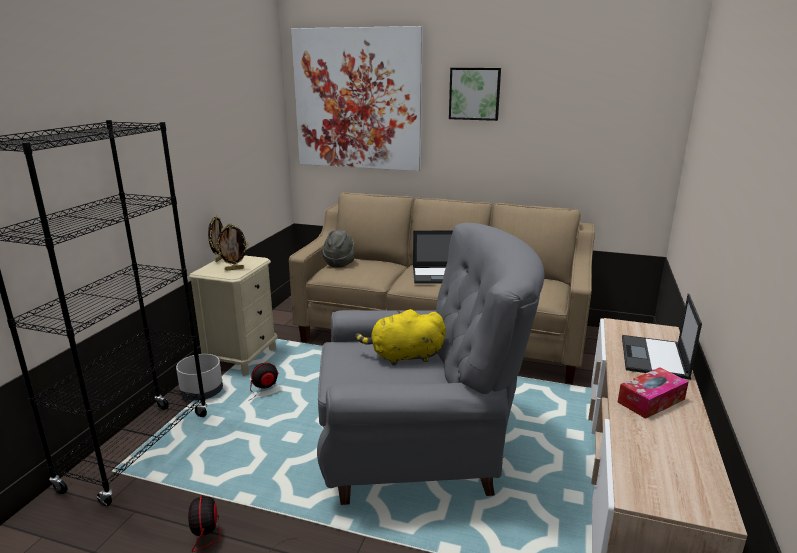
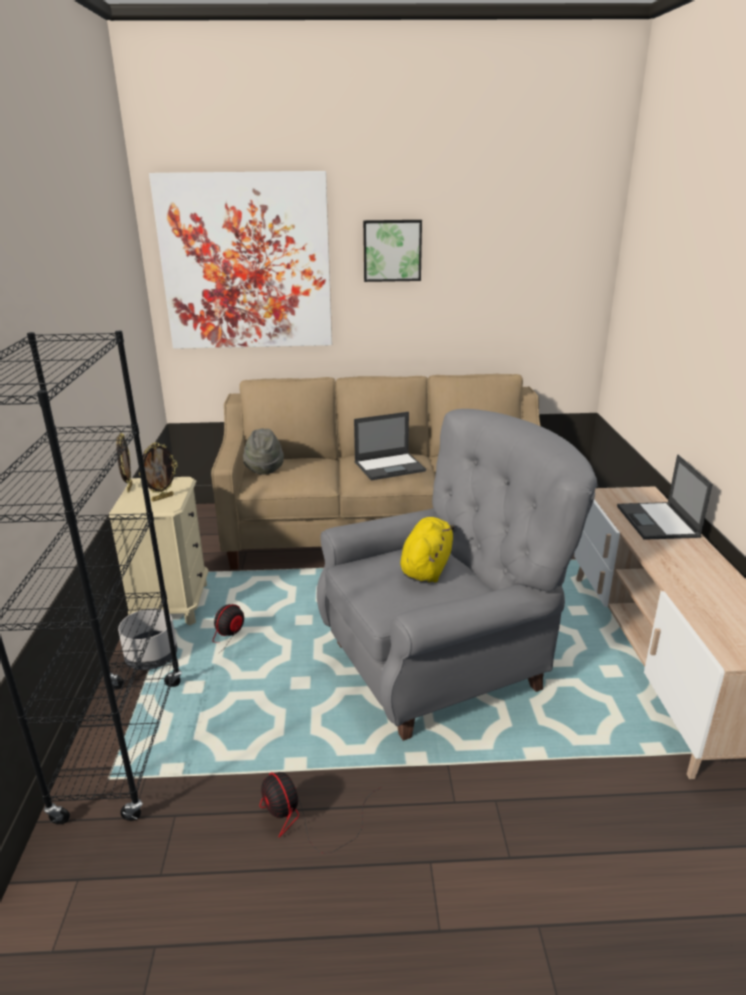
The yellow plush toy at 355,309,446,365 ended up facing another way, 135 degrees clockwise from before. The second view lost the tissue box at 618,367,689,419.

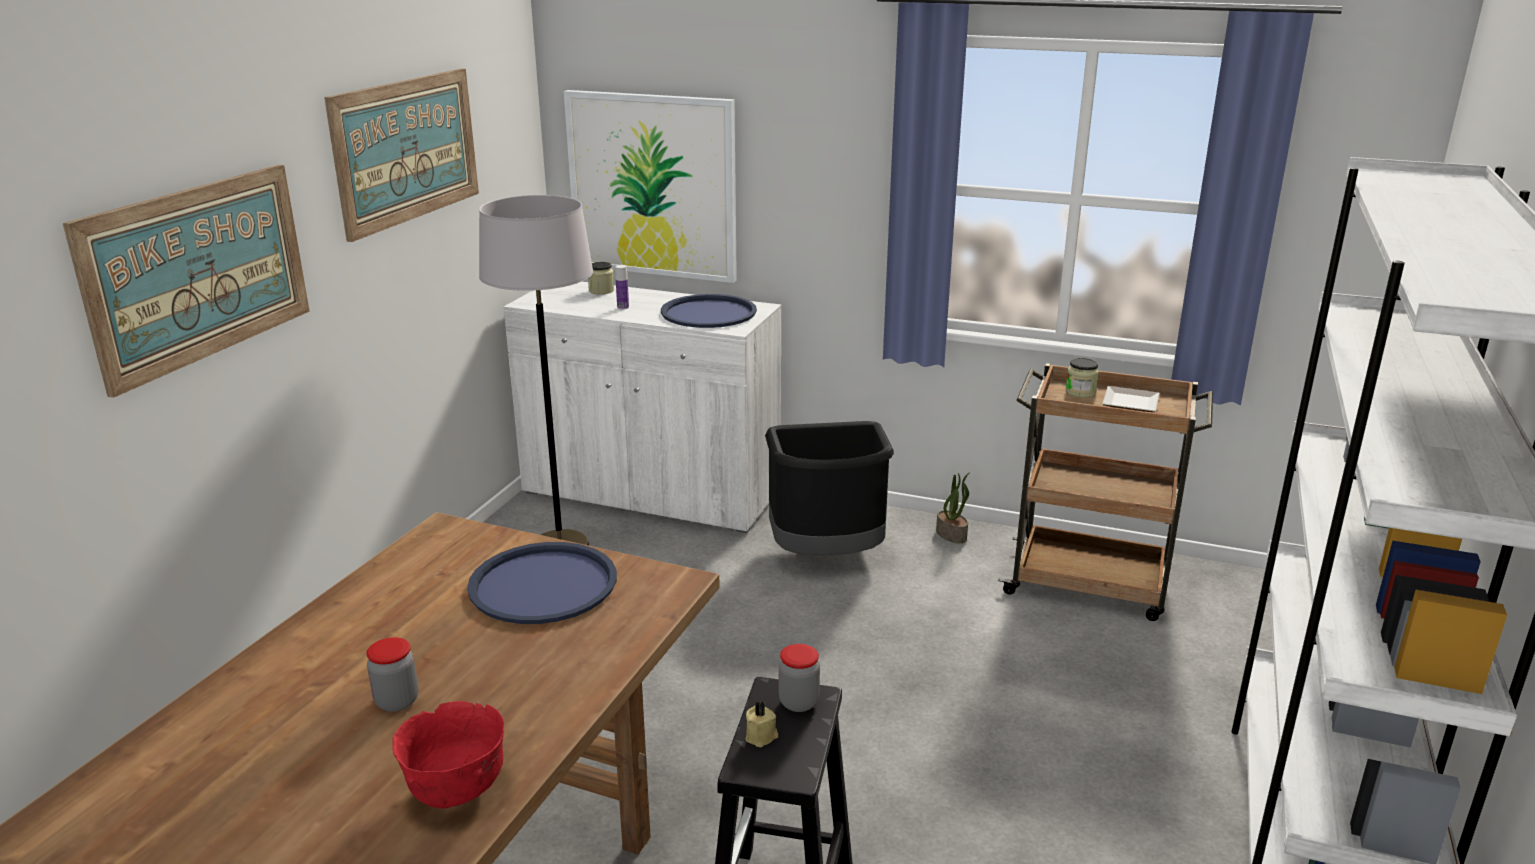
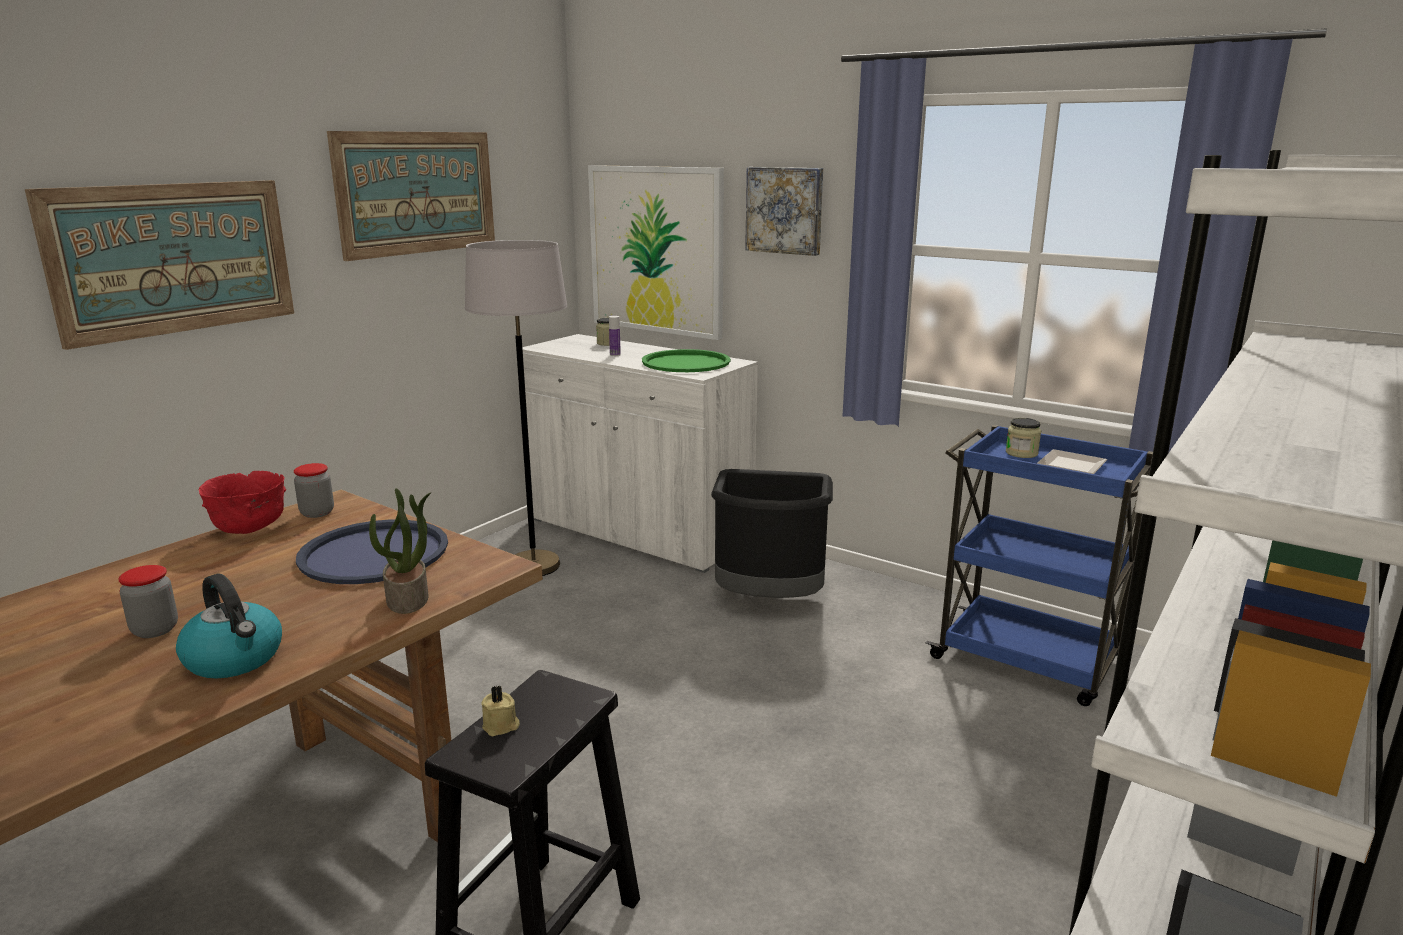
The red bowl ended up elsewhere, having gone from 392,701,504,809 to 198,471,286,534. What was the blue tray at 661,294,757,328 turned into the green tray at 642,349,731,372. The jar ended up elsewhere, having gone from 779,644,820,712 to 294,463,334,518. The potted plant ended up elsewhere, having gone from 936,472,970,543 to 369,488,431,614. What was the brown cart at 998,363,1213,621 turned into the blue cart at 926,425,1153,706. The second view gained the kettle at 176,573,282,678. The second view gained the picture at 745,167,823,256.

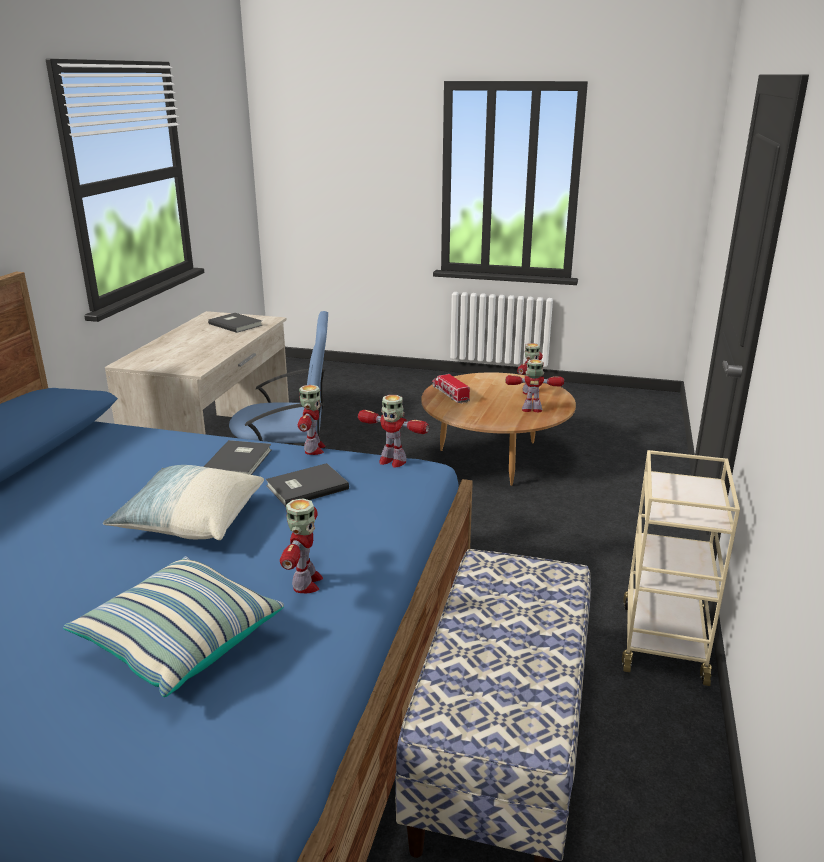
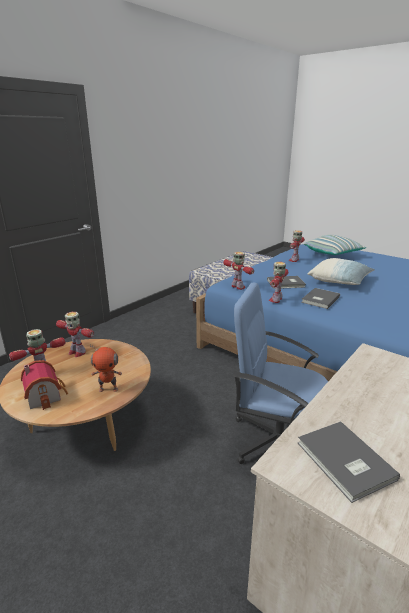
Where the toy truck stood at 432,373,470,404, the toy robot came to stand at 90,344,122,392. The second view lost the beige cart at 622,450,740,686. The second view gained the toy house at 21,360,68,410.

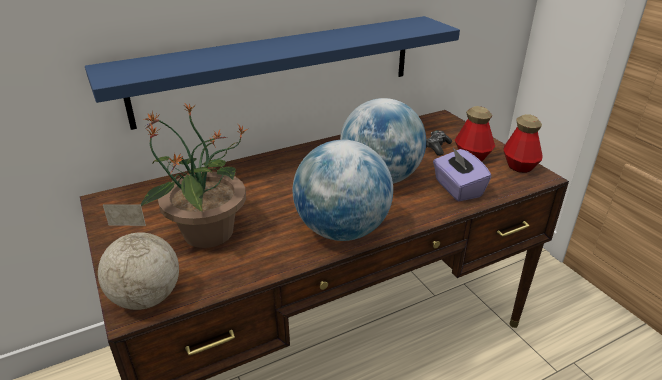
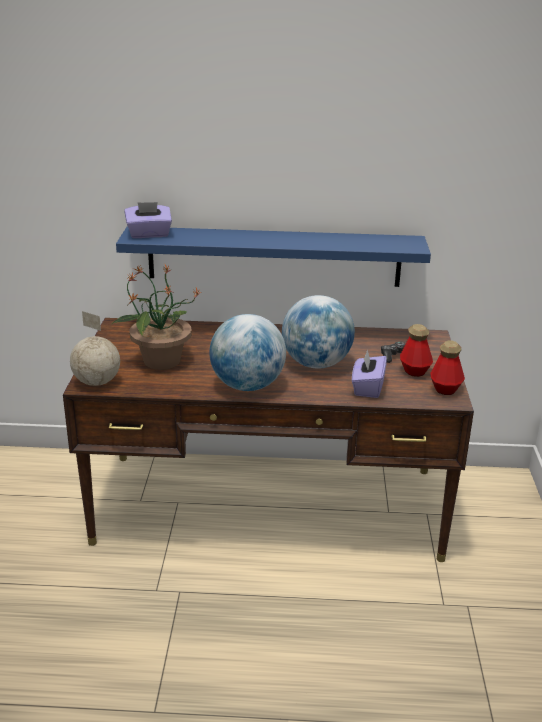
The second view gained the purple tissue box at 124,202,172,238.

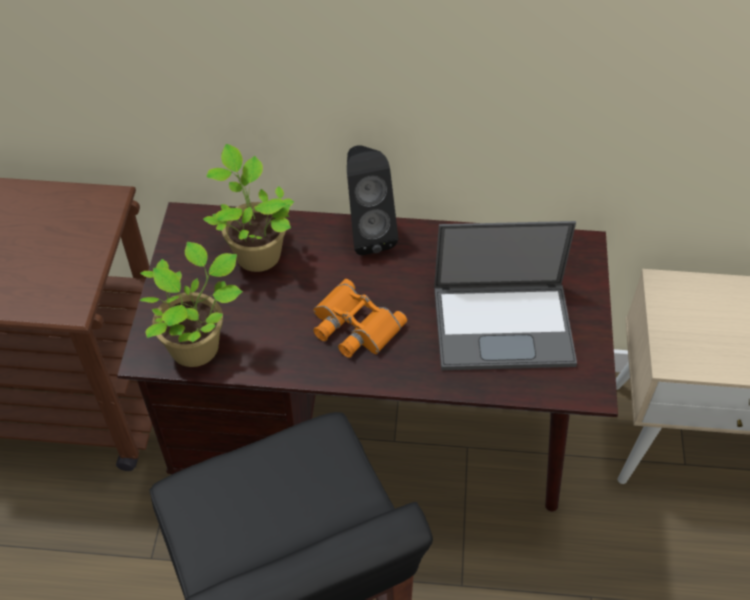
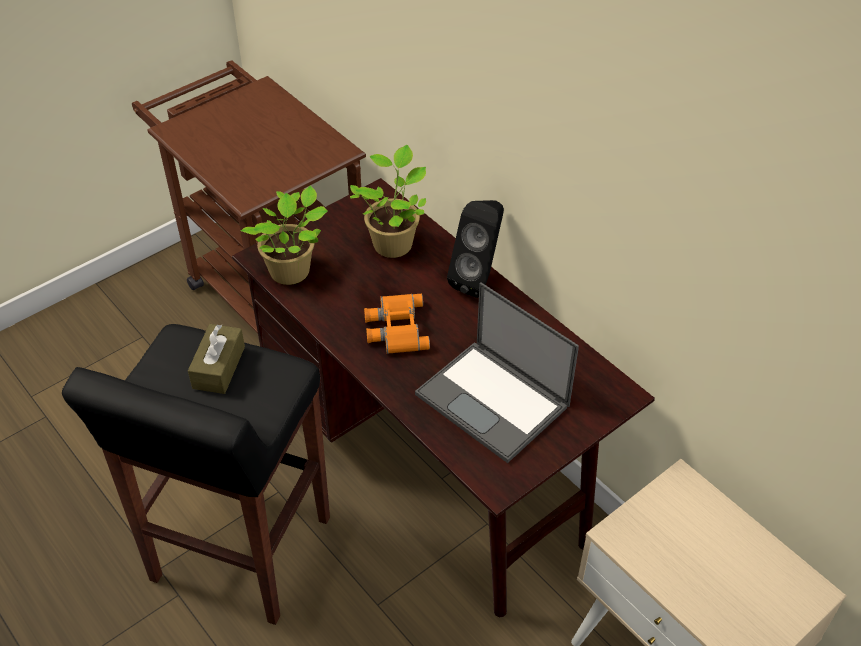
The second view gained the brown tissue box at 188,324,245,394.

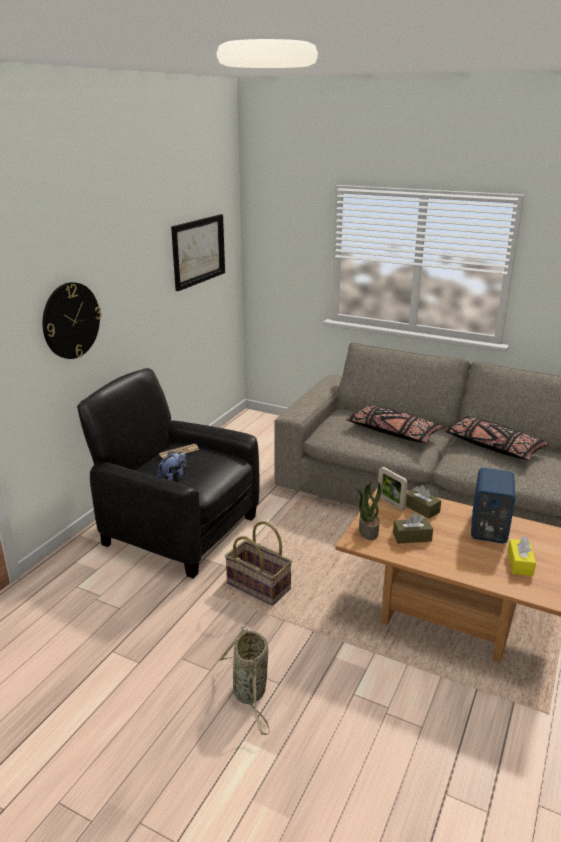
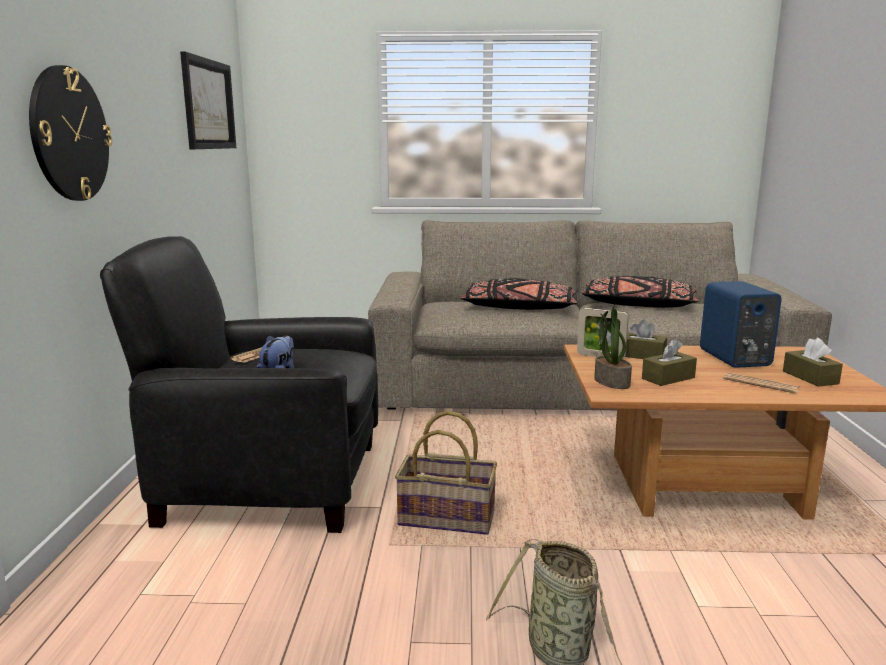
What was the yellow tissue box at 508,536,536,576 turned into the brown tissue box at 783,338,843,387. The second view gained the newspaper at 723,372,800,393.

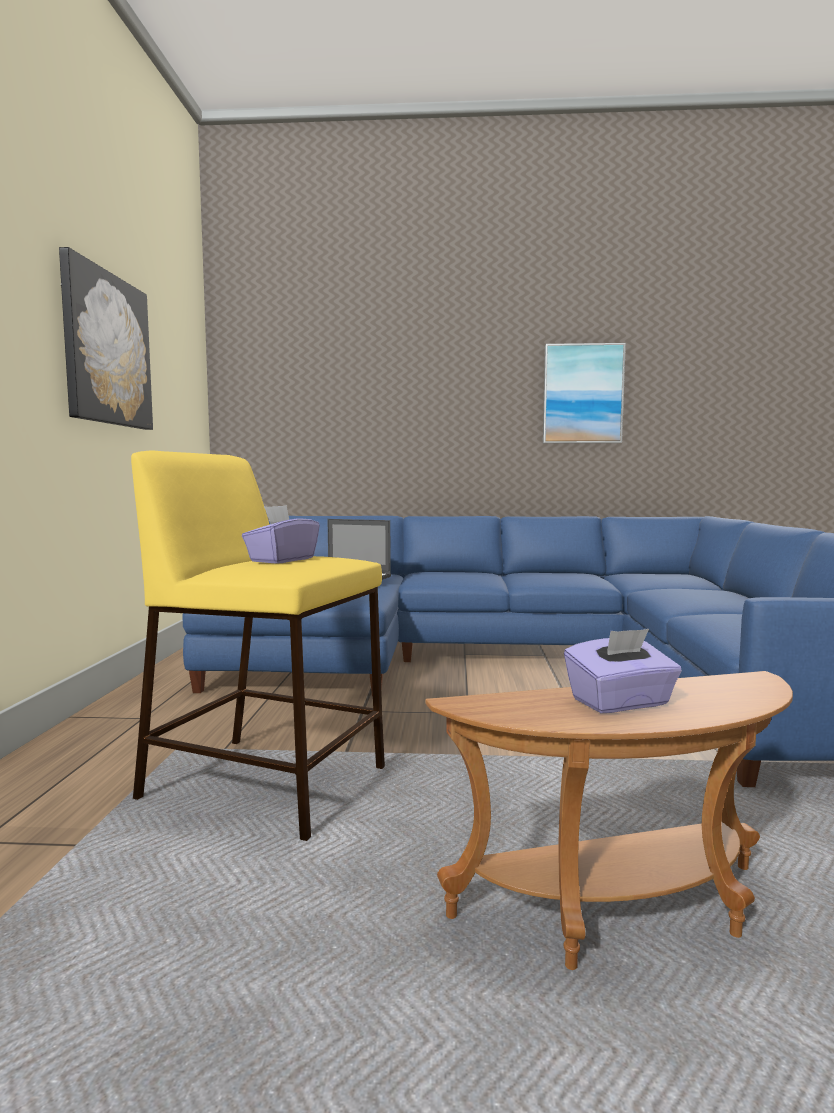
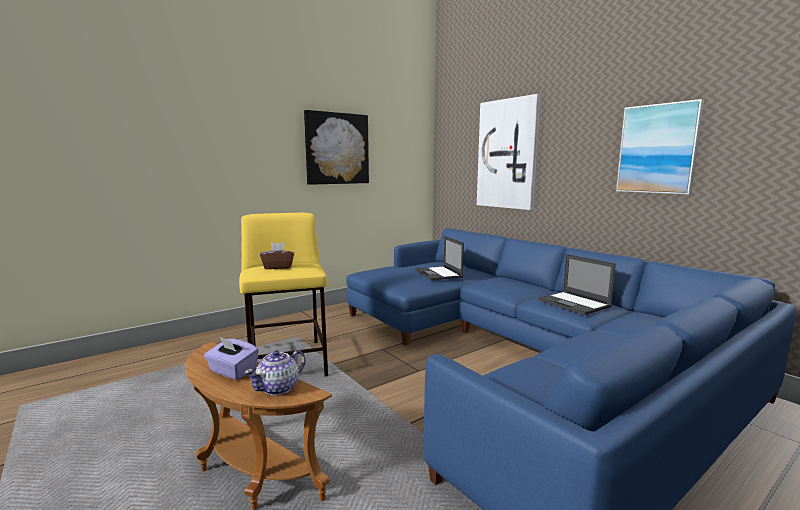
What was the purple tissue box at 242,505,320,564 turned into the brown tissue box at 260,242,294,269. The second view gained the teapot at 244,350,305,396. The second view gained the picture at 477,94,540,210. The second view gained the laptop at 538,254,616,315.

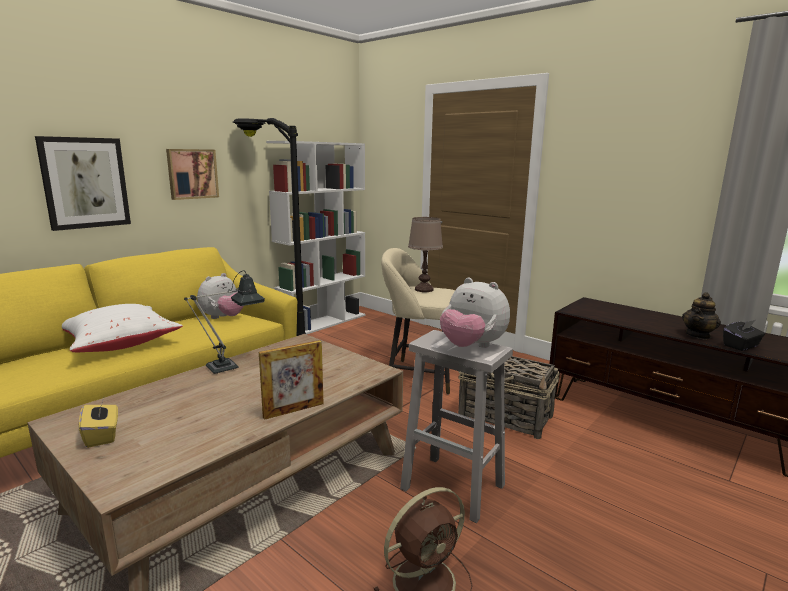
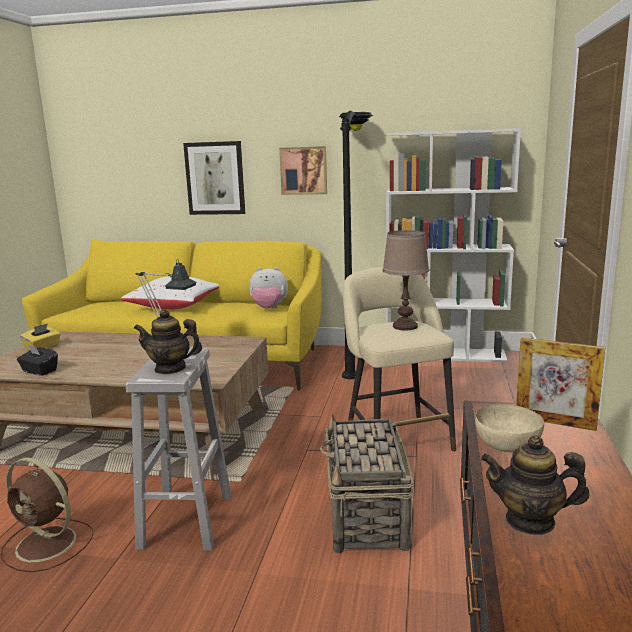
The picture frame ended up elsewhere, having gone from 259,340,323,420 to 516,337,605,431. Where the plush toy stood at 440,278,510,348, the teapot came to stand at 134,309,202,374. The black tissue box ended up elsewhere, having gone from 723,320,765,351 to 17,345,58,376. The second view gained the beige bowl at 475,404,544,453.

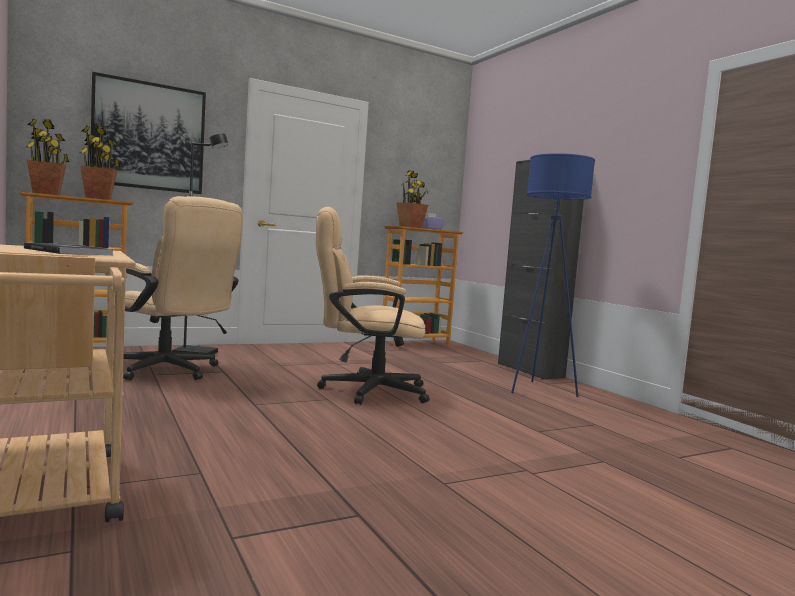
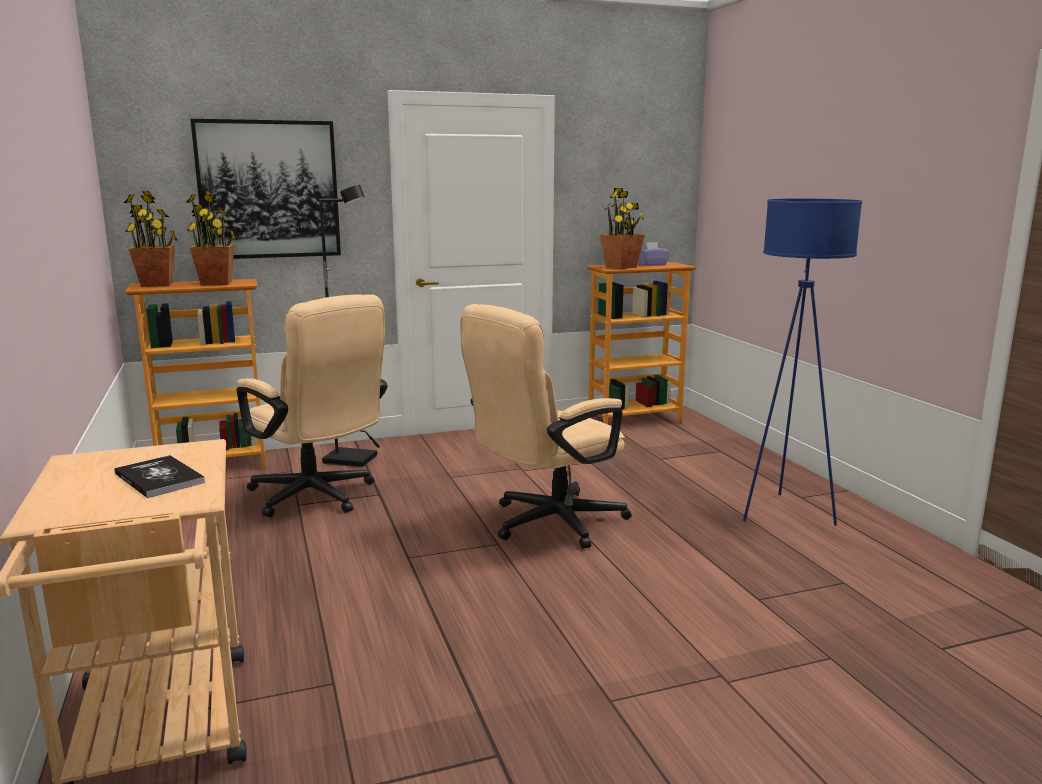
The beige office chair at 316,207,430,405 ended up facing another way, 45 degrees counterclockwise from before. The second view lost the black cabinet at 498,160,584,380.

